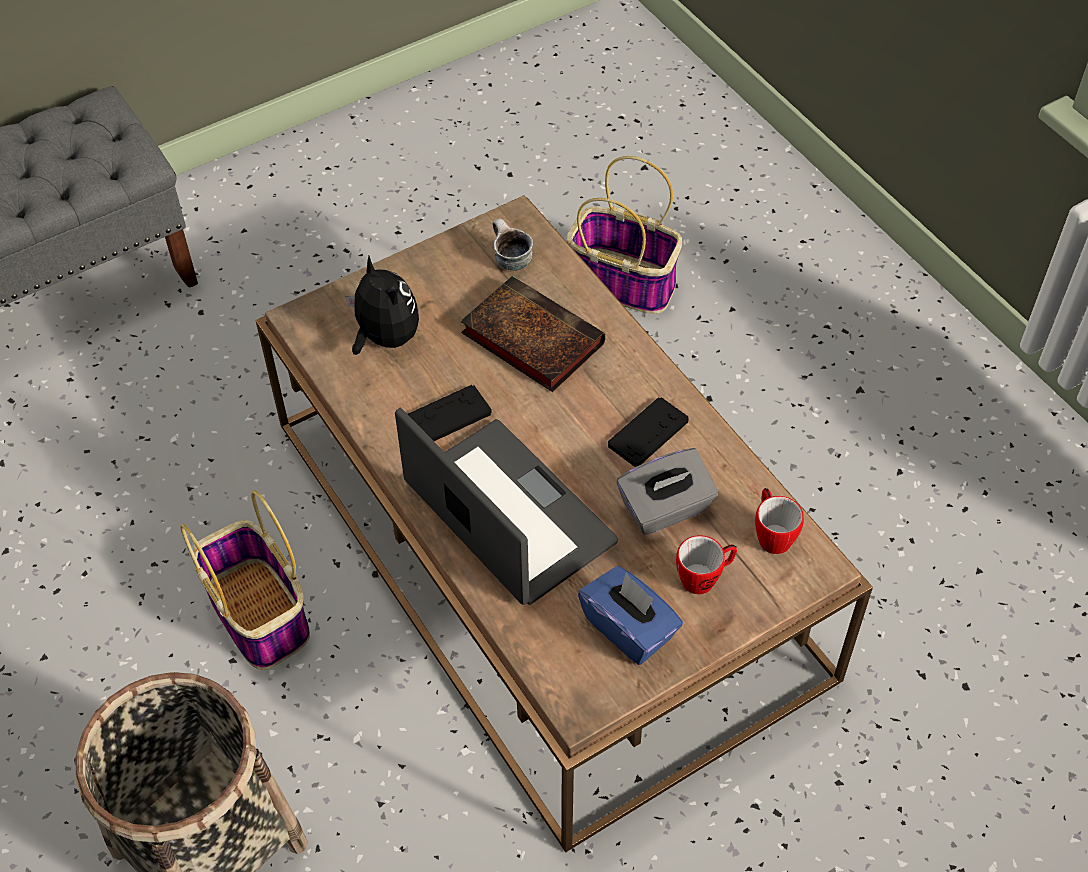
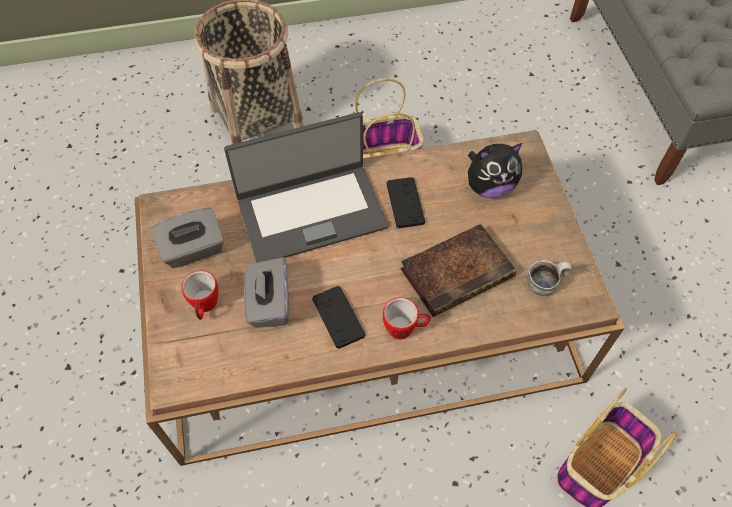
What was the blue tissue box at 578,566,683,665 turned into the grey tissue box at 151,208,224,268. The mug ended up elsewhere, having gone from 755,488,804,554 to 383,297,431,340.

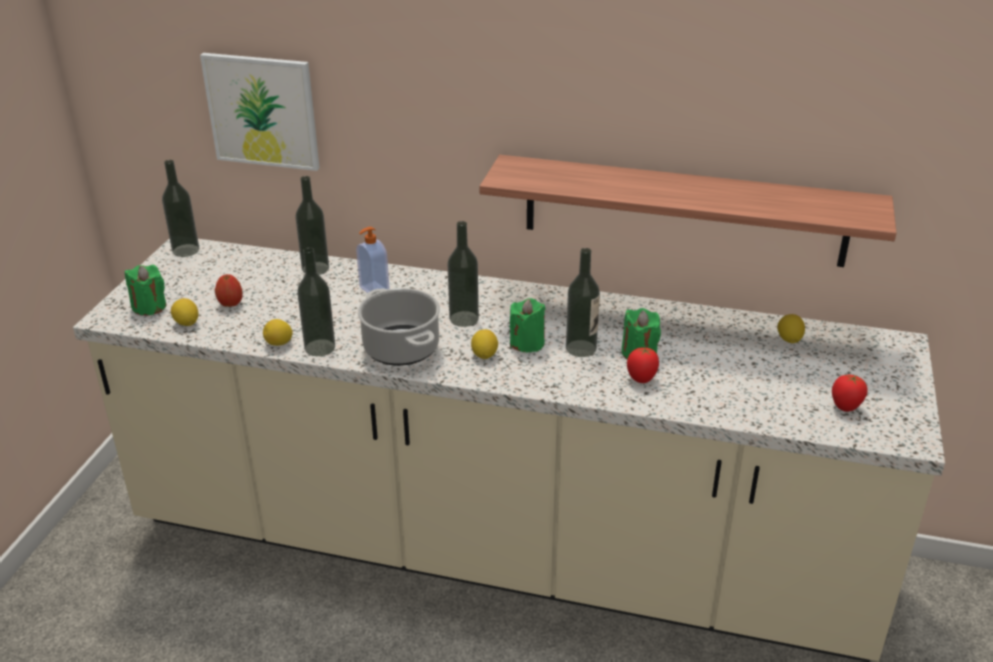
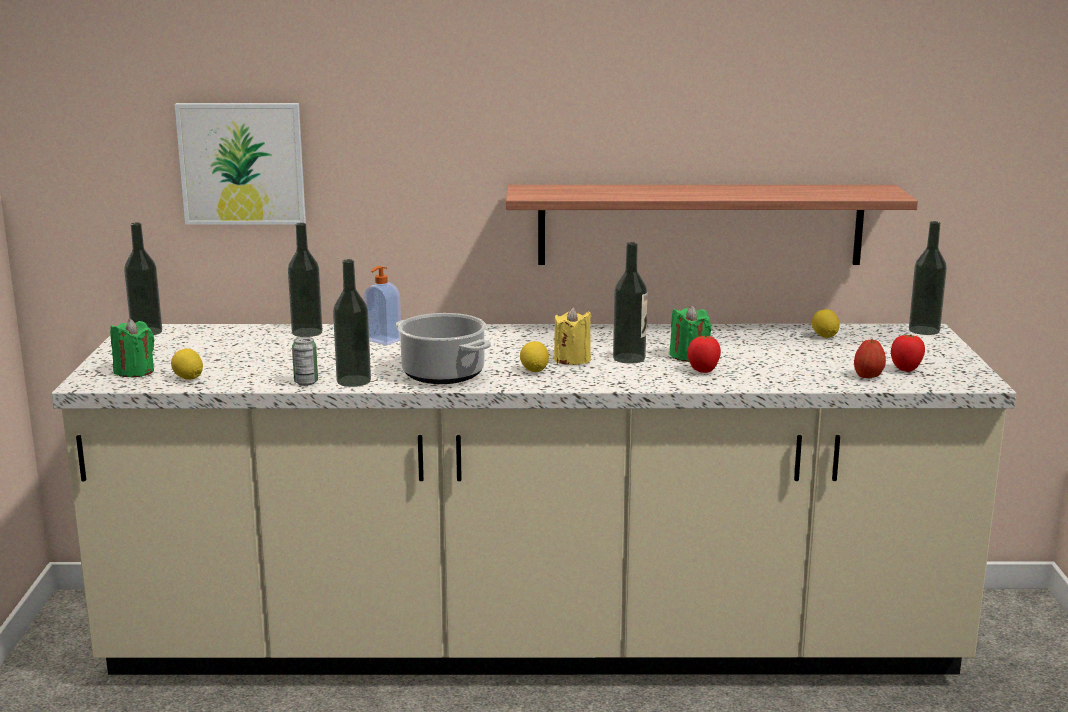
The apple ended up elsewhere, having gone from 215,274,243,307 to 854,340,886,378. Where the lemon stood at 263,319,293,346, the can came to stand at 292,337,318,386. The bottle ended up elsewhere, having gone from 448,221,479,327 to 909,221,947,335. What was the green candle at 510,298,546,352 turned into the yellow candle at 554,307,591,365.

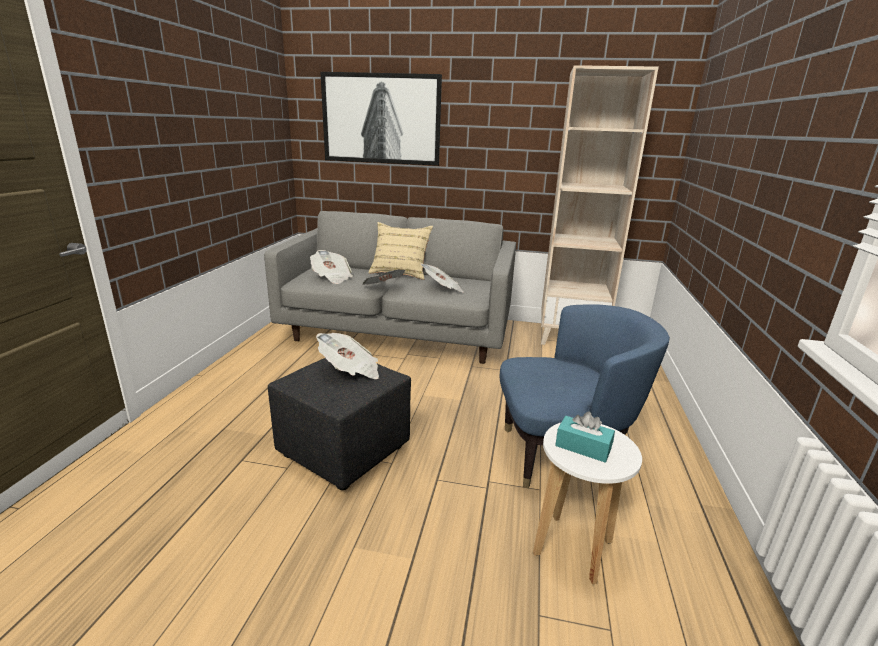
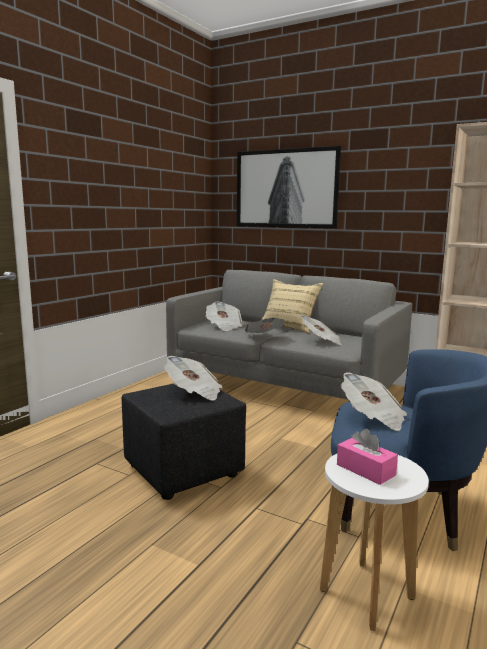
What was the turquoise tissue box at 555,412,615,463 turned into the pink tissue box at 337,429,398,485. The second view gained the newspaper at 341,372,407,431.

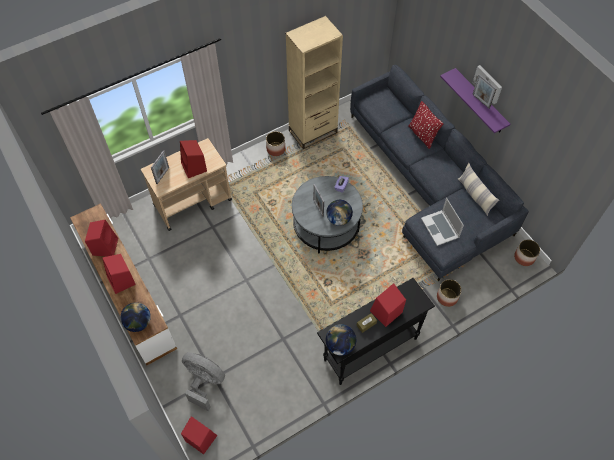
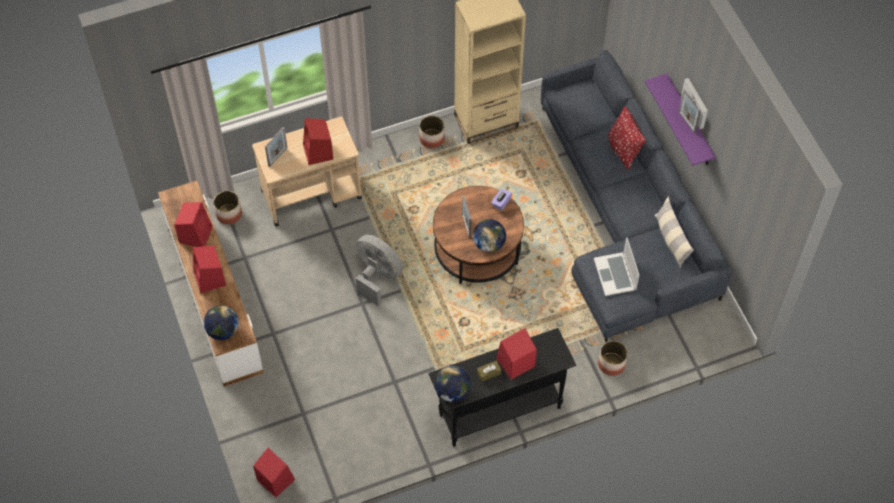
The grey fan ended up elsewhere, having gone from 182,352,225,411 to 356,234,403,306. What was the grey coffee table at 292,176,363,254 turned into the brown coffee table at 433,186,524,284. The planter ended up elsewhere, having gone from 514,240,540,266 to 213,191,242,225.

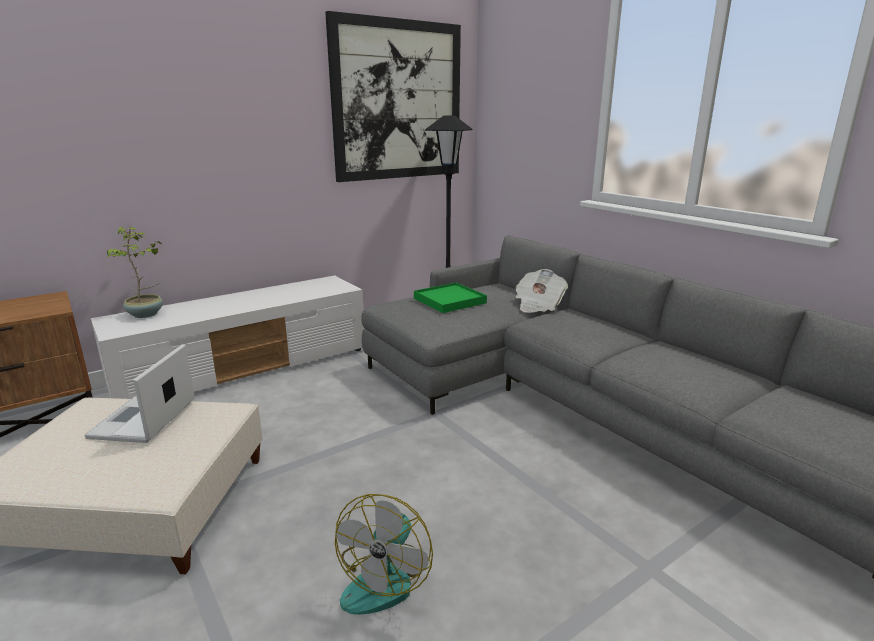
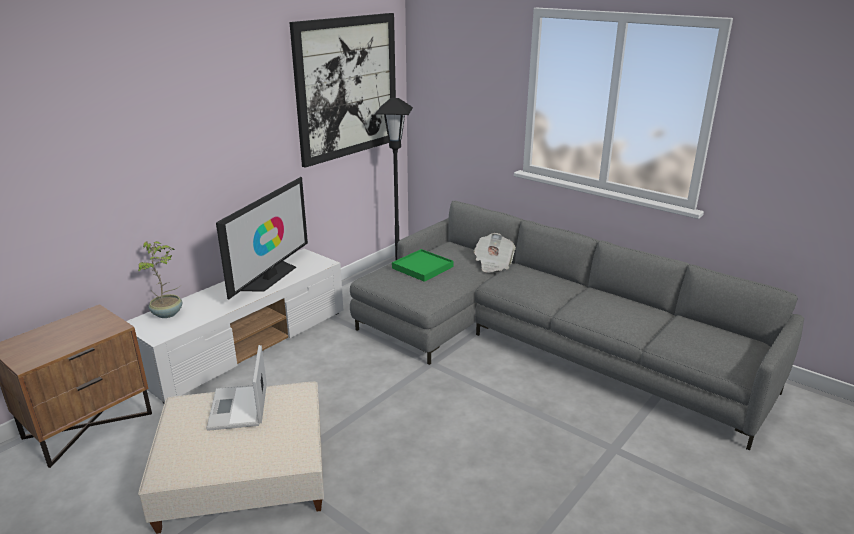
The second view lost the fan at 335,494,433,615. The second view gained the television at 216,177,308,299.

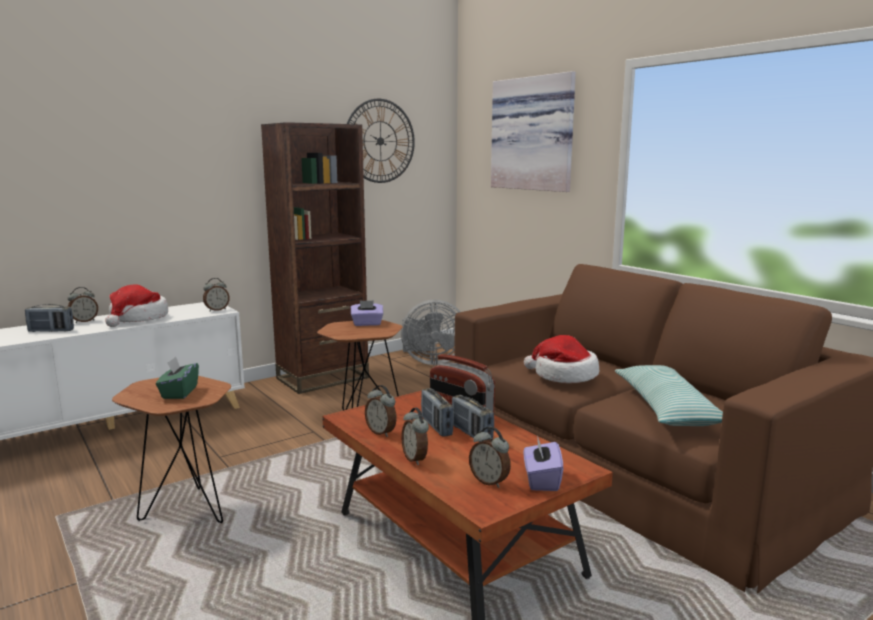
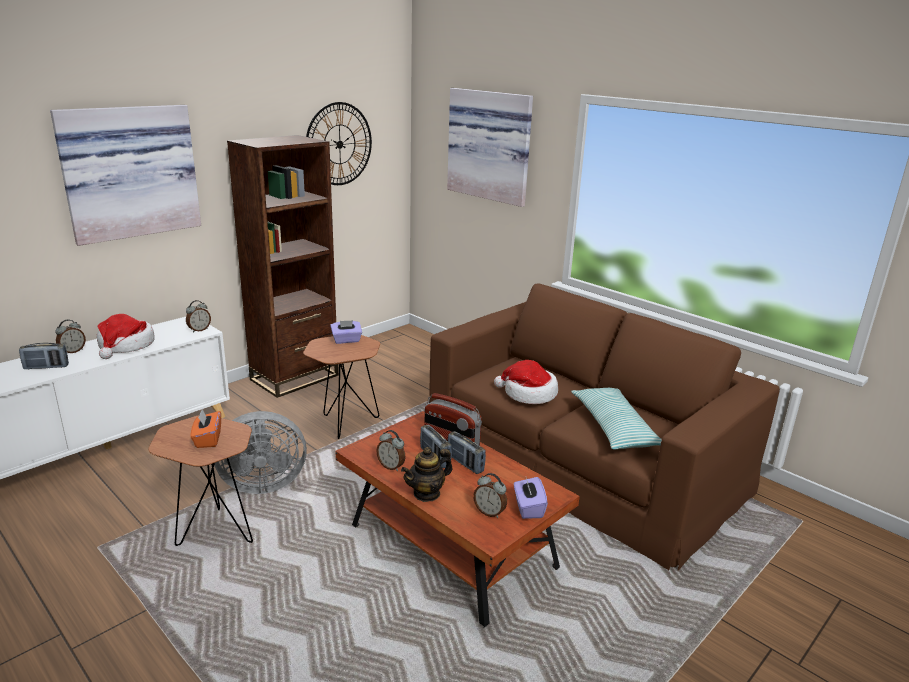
What was the green tissue box at 156,357,199,399 turned into the orange tissue box at 191,409,221,448. The grey fan ended up elsewhere, having gone from 401,299,460,365 to 214,411,307,494. Where the alarm clock stood at 401,408,429,465, the teapot came to stand at 401,447,453,502. The second view gained the picture at 50,105,201,246.

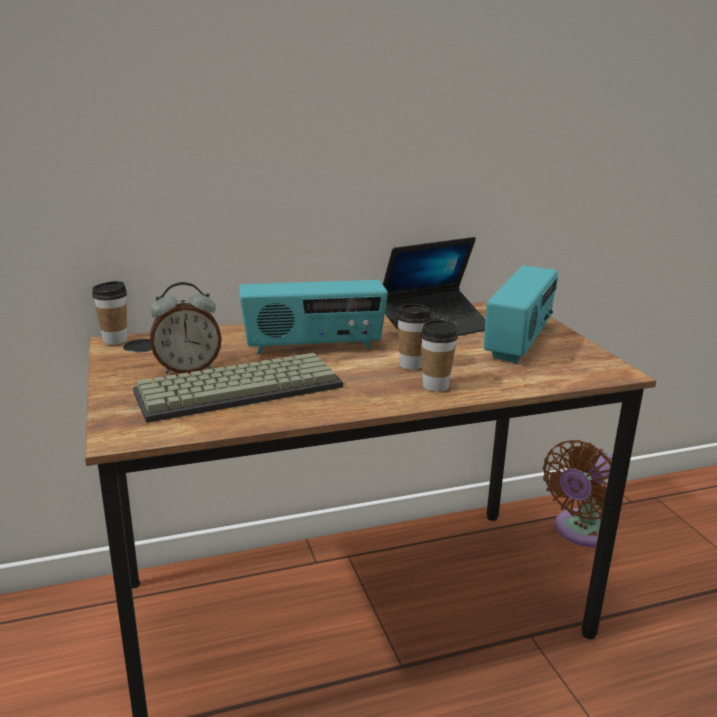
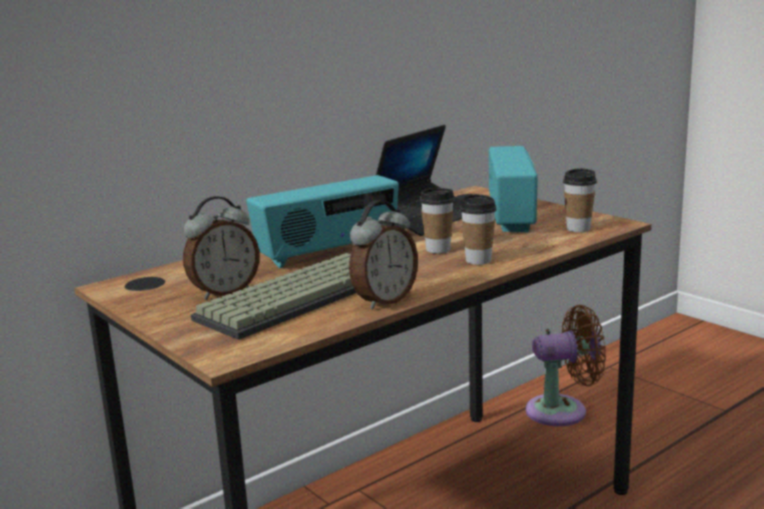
The cup ended up elsewhere, having gone from 92,281,127,345 to 563,169,597,232. The brown fan at 543,440,612,547 ended up facing another way, 120 degrees counterclockwise from before. The second view gained the alarm clock at 349,200,418,310.

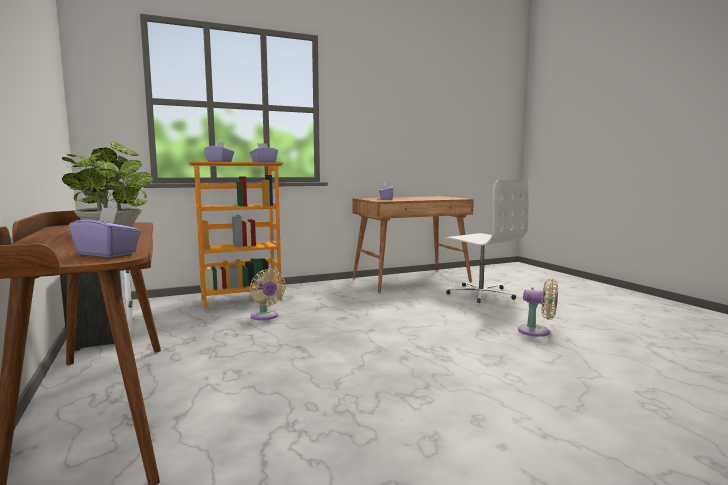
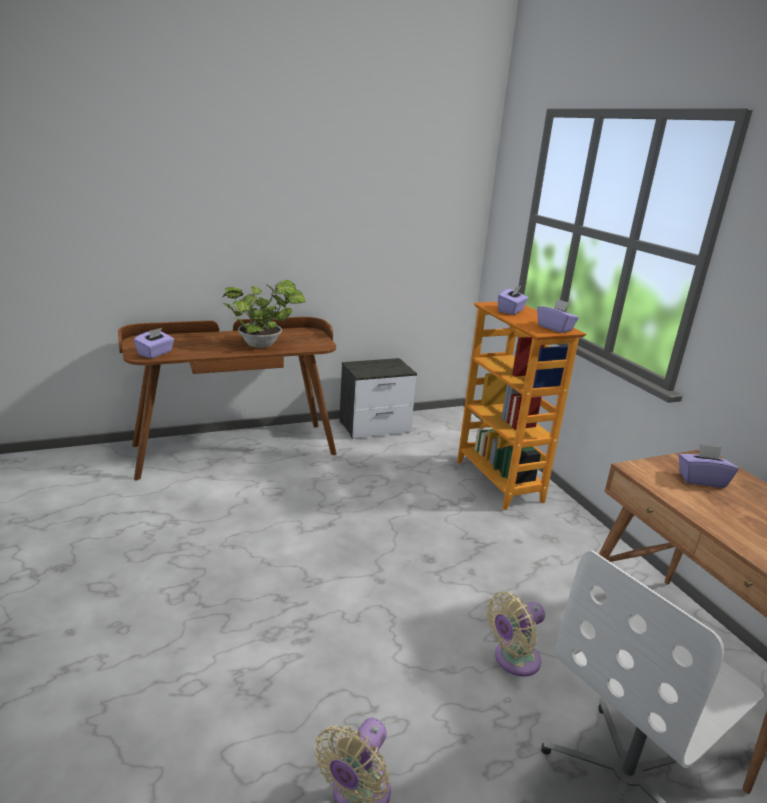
The beige fan ended up elsewhere, having gone from 249,269,286,320 to 486,592,545,677.

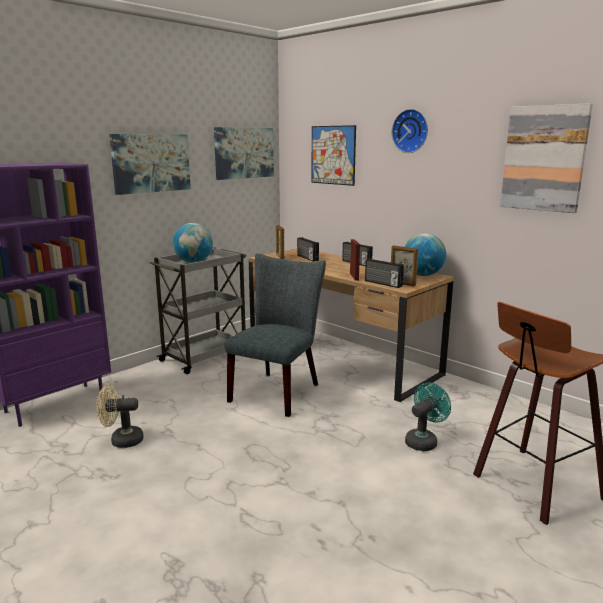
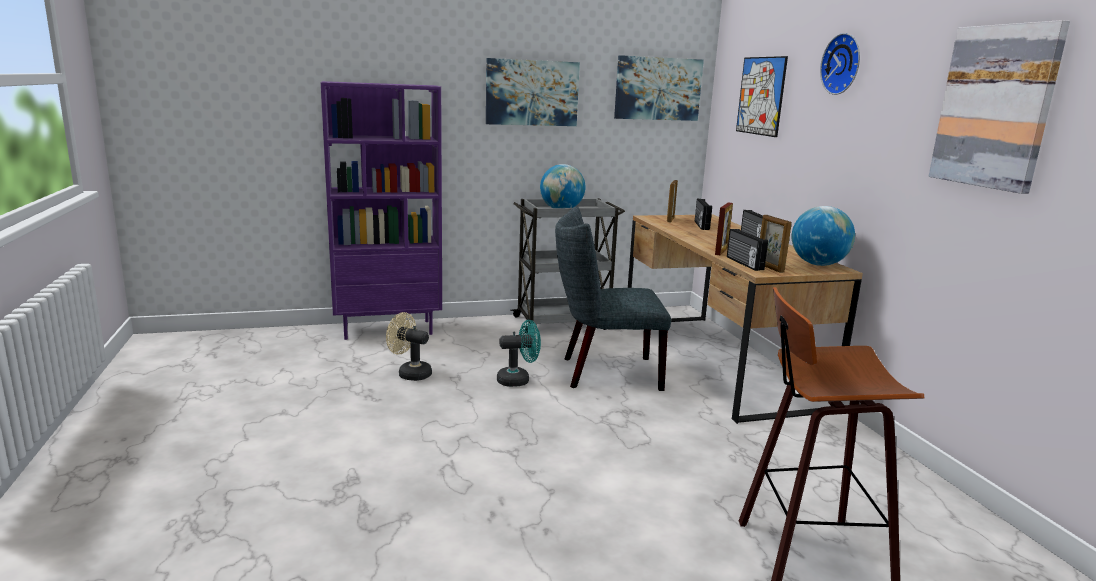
The grey chair at 225,253,326,417 ended up facing another way, 150 degrees counterclockwise from before. The turquoise fan ended up elsewhere, having gone from 405,383,451,451 to 497,320,541,387.

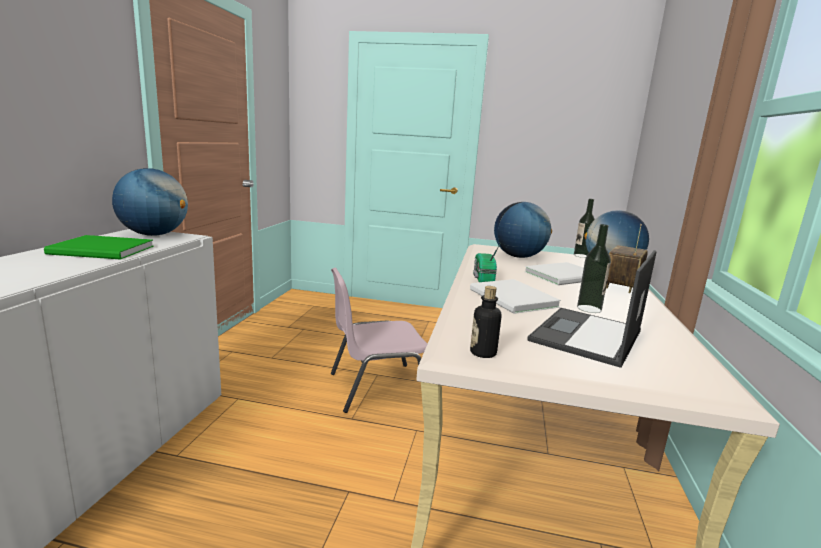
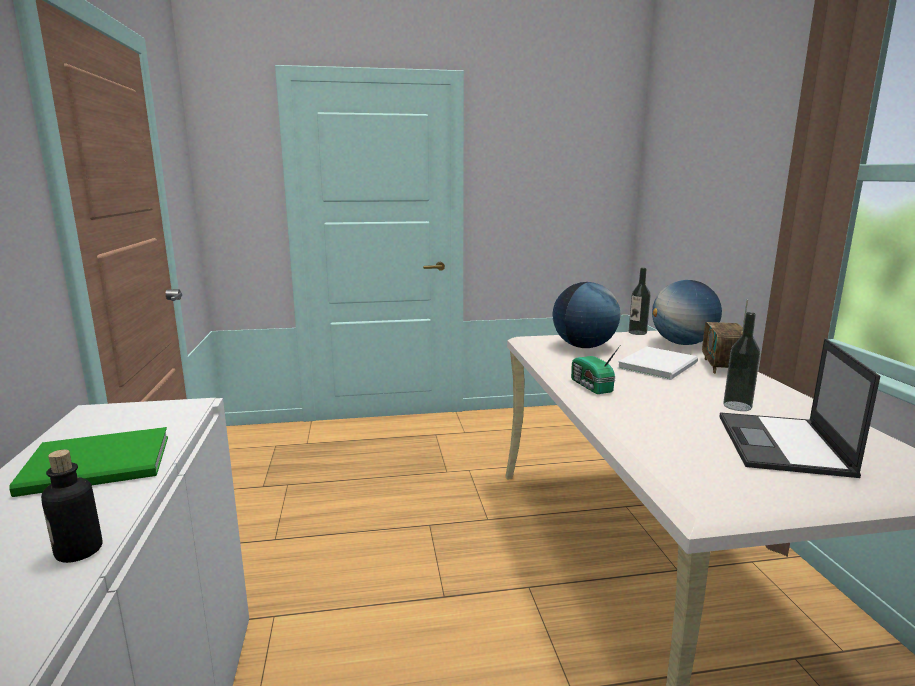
The second view lost the globe at 112,168,188,236. The second view lost the pink chair at 331,267,427,413. The second view lost the white book at 470,279,561,314. The bottle ended up elsewhere, having gone from 470,286,502,358 to 41,449,103,563.

